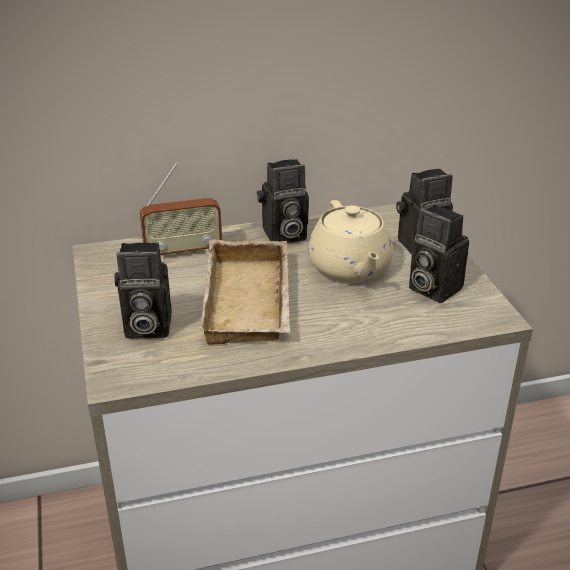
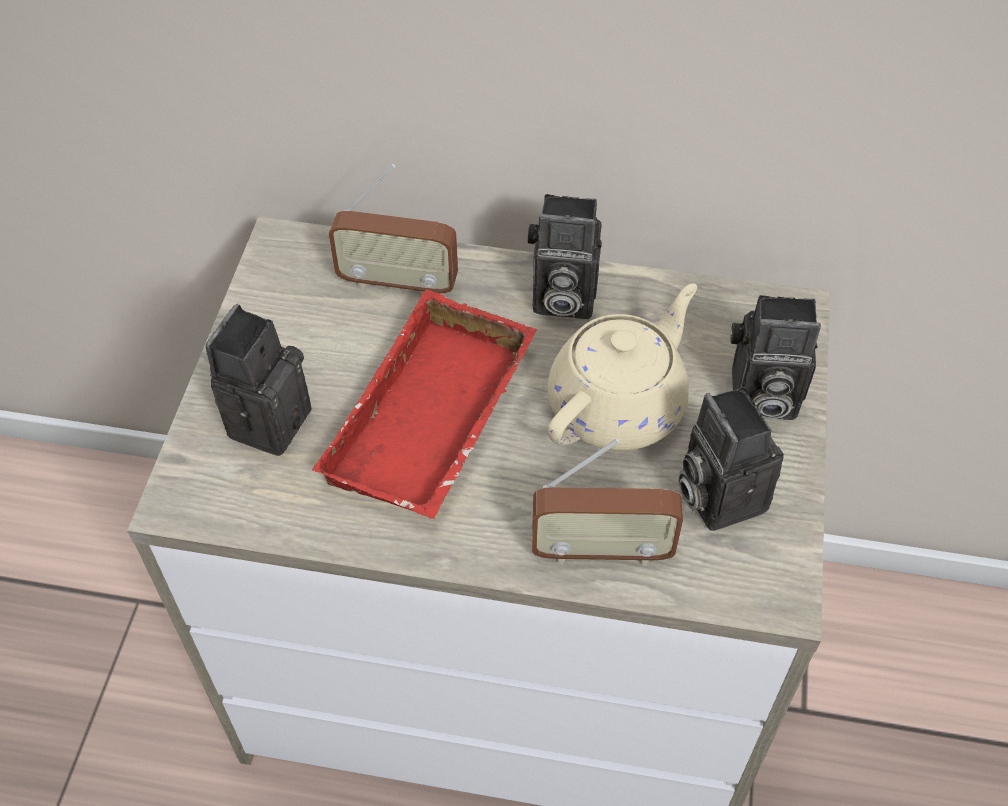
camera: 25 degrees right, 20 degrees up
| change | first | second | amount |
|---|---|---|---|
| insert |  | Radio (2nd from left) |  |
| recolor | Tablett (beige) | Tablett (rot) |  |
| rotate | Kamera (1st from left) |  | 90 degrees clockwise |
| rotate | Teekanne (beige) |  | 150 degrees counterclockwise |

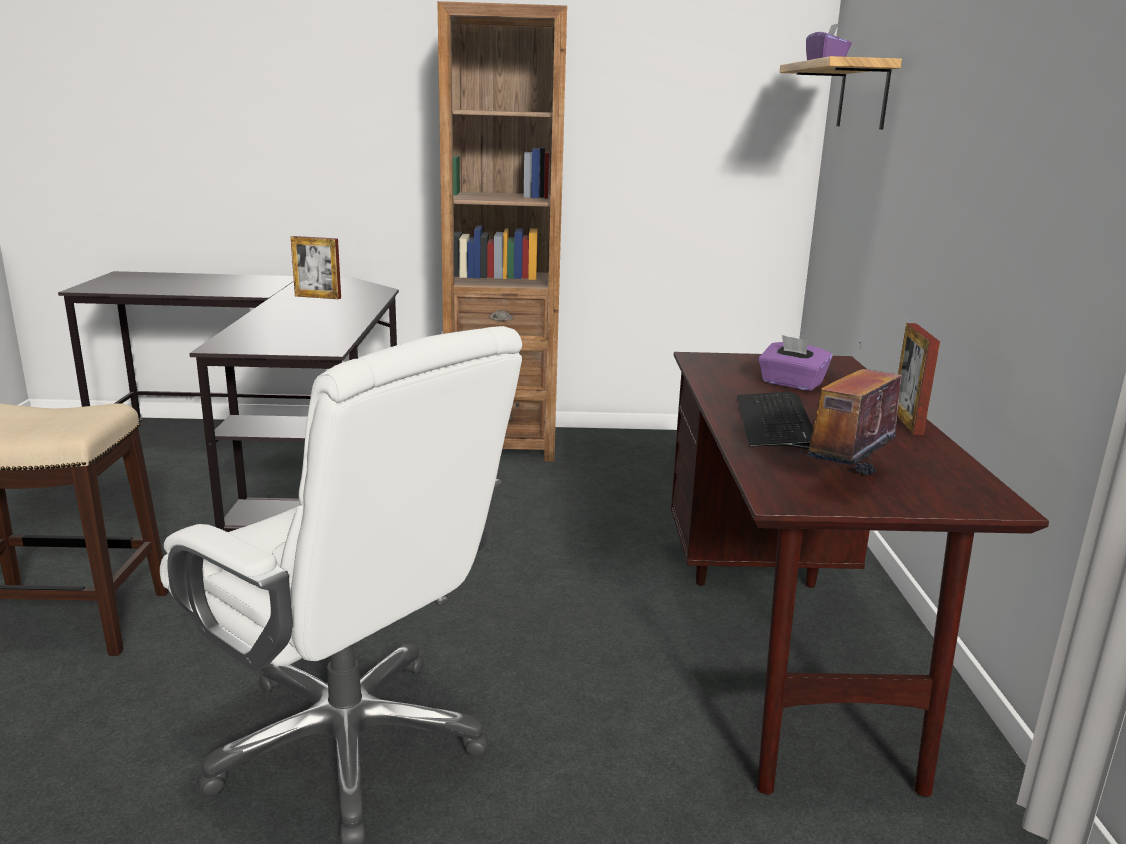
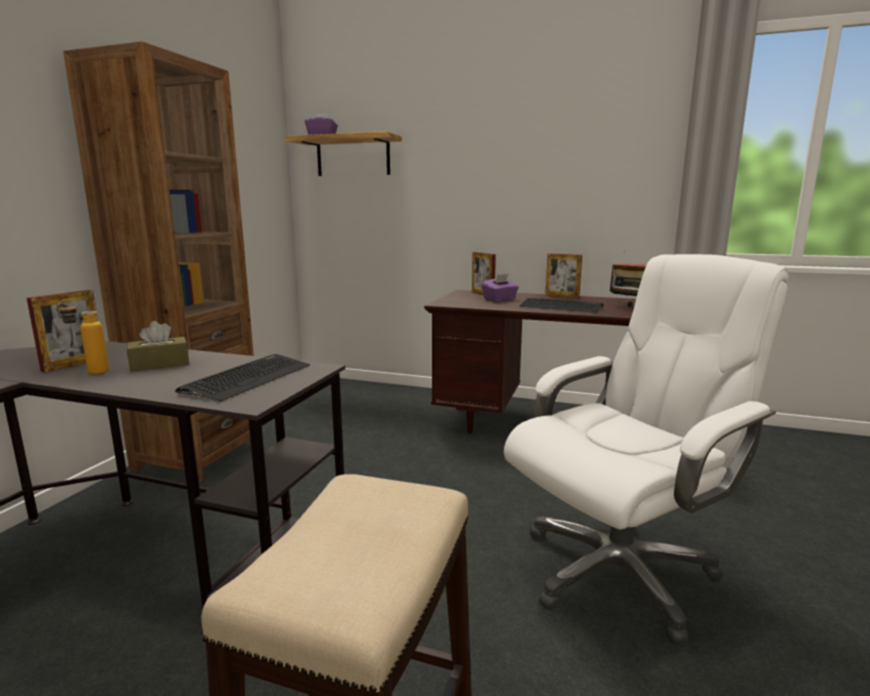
camera: 70 degrees left, 5 degrees down
| change | first | second | amount |
|---|---|---|---|
| insert |  | Flasche |  |
| insert |  | Taschentuchbox (braun) |  |
| insert |  | Tastatur (1st from left) |  |
| insert |  | Bilderrahmen (2nd from left) |  |

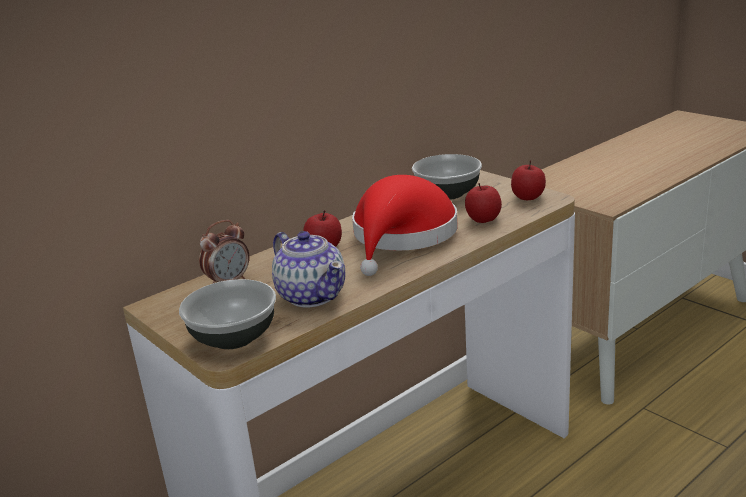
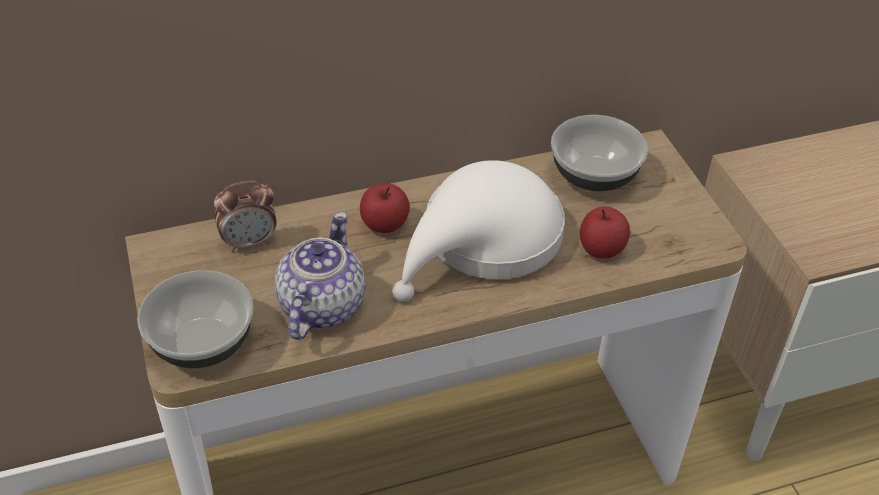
camera: 20 degrees right, 20 degrees up
| change | first | second | amount |
|---|---|---|---|
| delete | Apfel (3rd from left) |  |  |
| recolor | Hut (rot) | Hut (weiß) |  |
| rotate | Teekanne |  | 150 degrees counterclockwise |

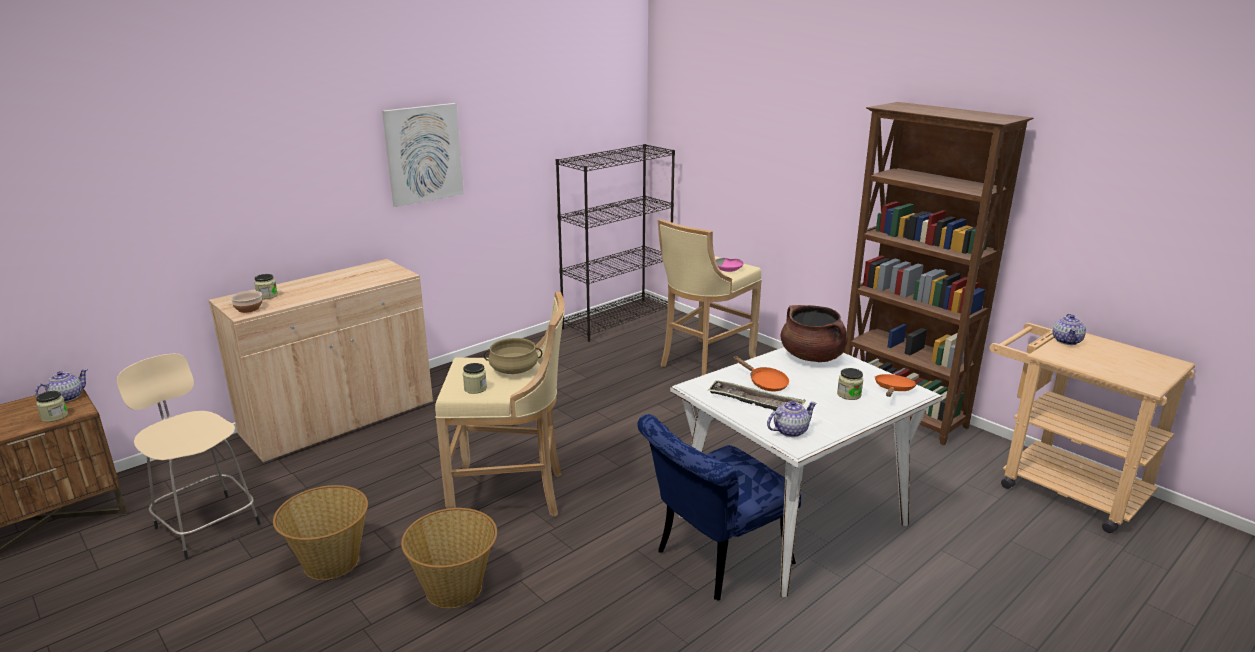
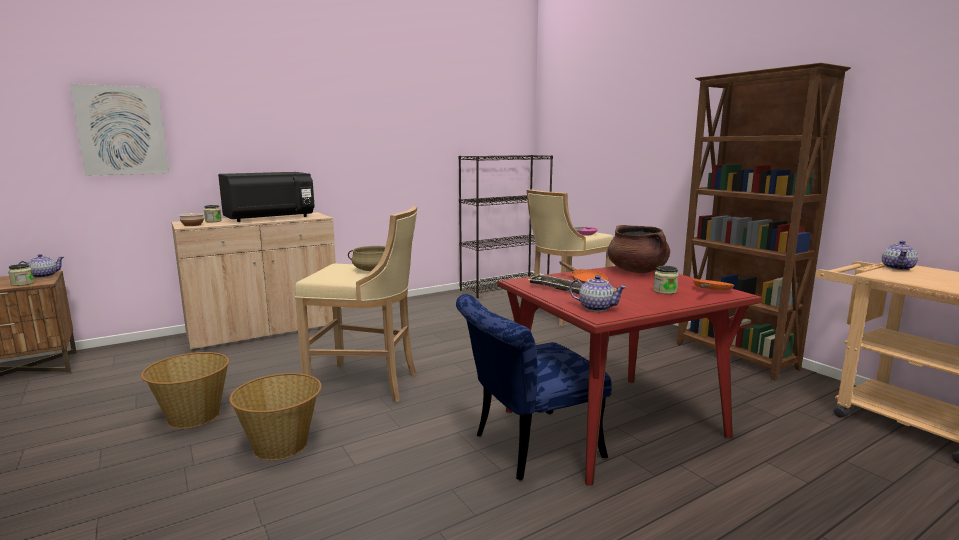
camera: 10 degrees right, 10 degrees down
| change | first | second | amount |
|---|---|---|---|
| delete | Hocker (beige) (1st from left) |  |  |
| delete | Vorratsglas (3rd from left) |  |  |
| insert |  | Mikrowelle (schwarz) |  |
| move | Bild |  |  |
| recolor | Esstisch (weiß) | Esstisch (rot) |  |
| rotate | Teekanne (2nd from left) |  | 45 degrees clockwise |

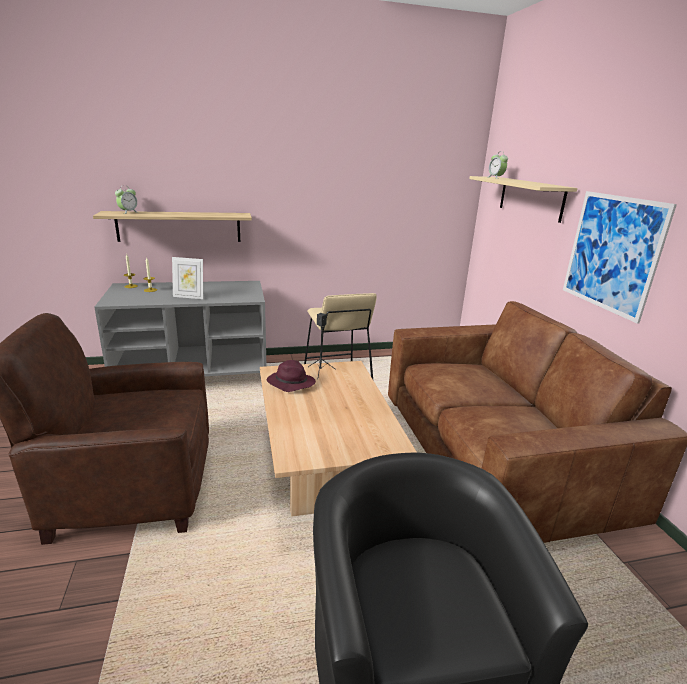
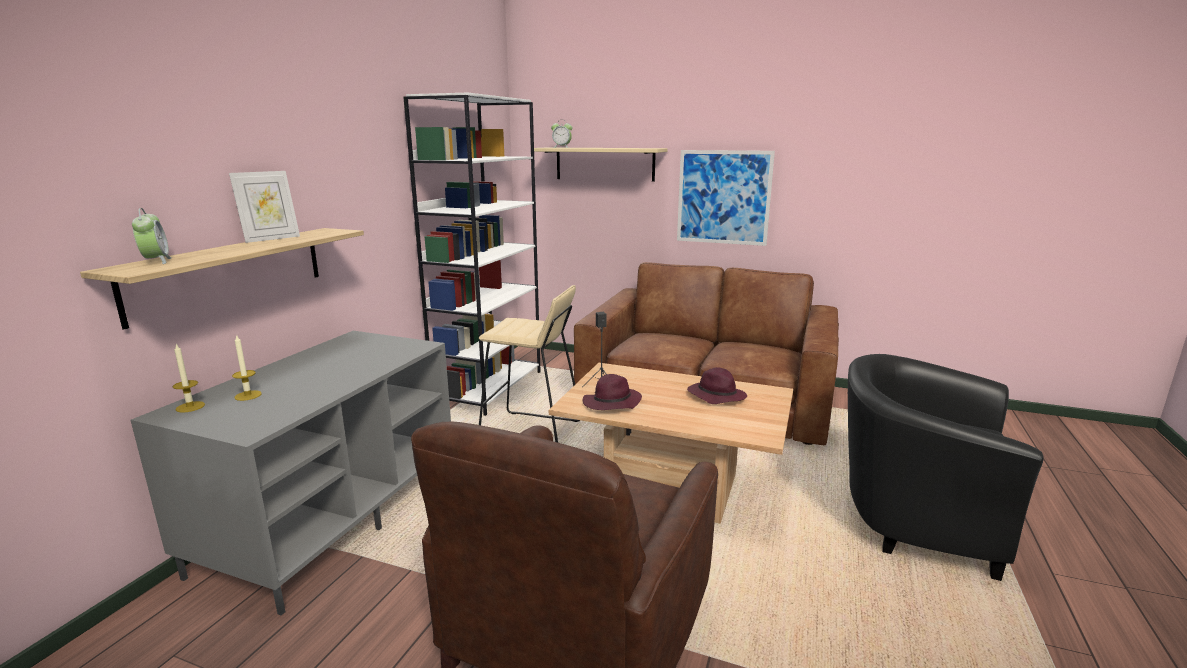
camera: 55 degrees left, 5 degrees down
| change | first | second | amount |
|---|---|---|---|
| insert |  | Bücherregal (weiß) |  |
| insert |  | Hut (lila) (2nd from left) |  |
| move | Bilderrahmen |  |  |

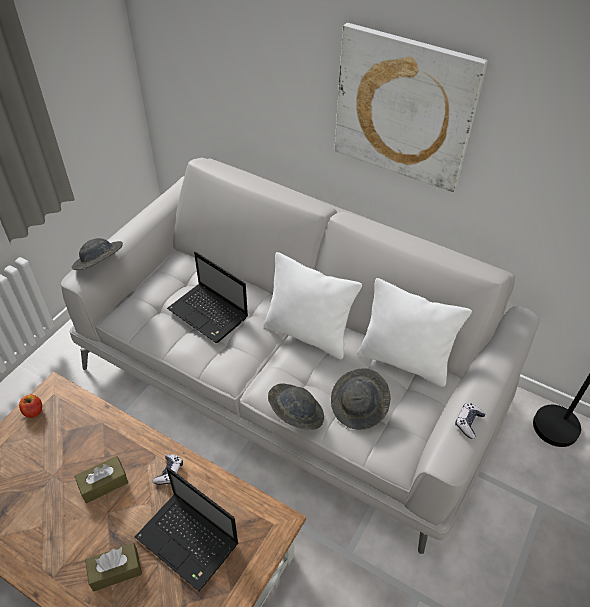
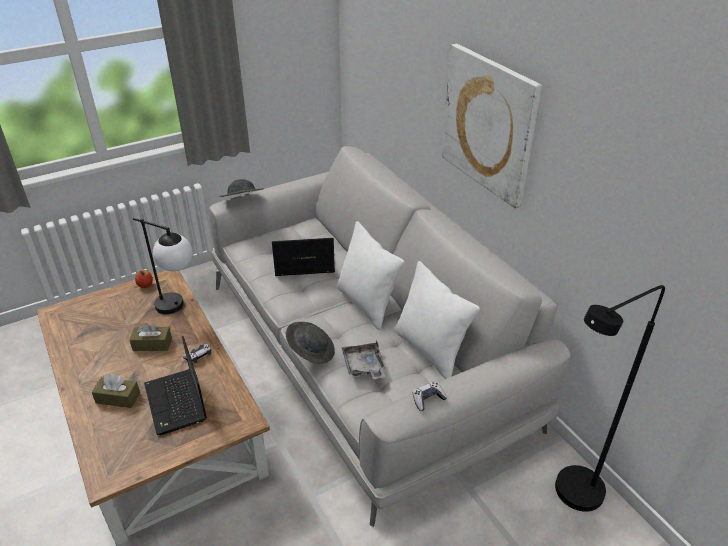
camera: 30 degrees right, 10 degrees down
| change | first | second | amount |
|---|---|---|---|
| insert |  | Tischlampe |  |
| replace | Hut (grau) (3rd from left) | Tablett (grau) |  |
| rotate | Laptop (2nd from left) |  | 105 degrees clockwise |

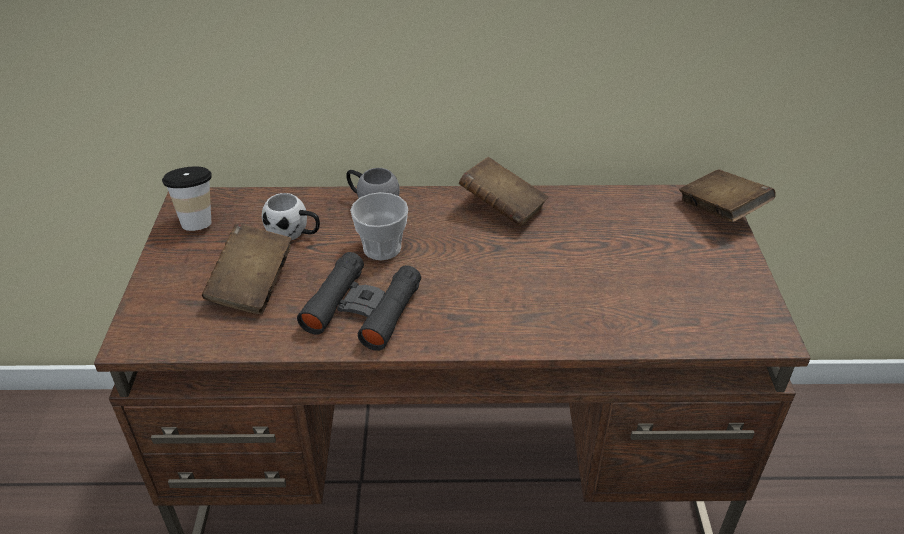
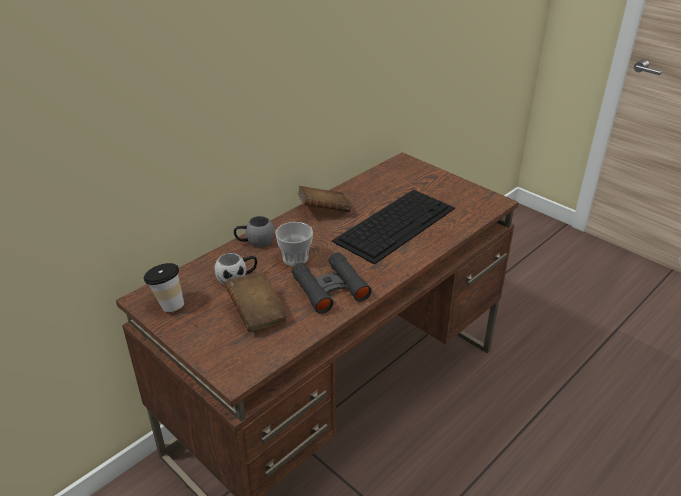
camera: 45 degrees left, 5 degrees down
| change | first | second | amount |
|---|---|---|---|
| delete | Buch (braun) (3rd from left) |  |  |
| insert |  | Tastatur |  |

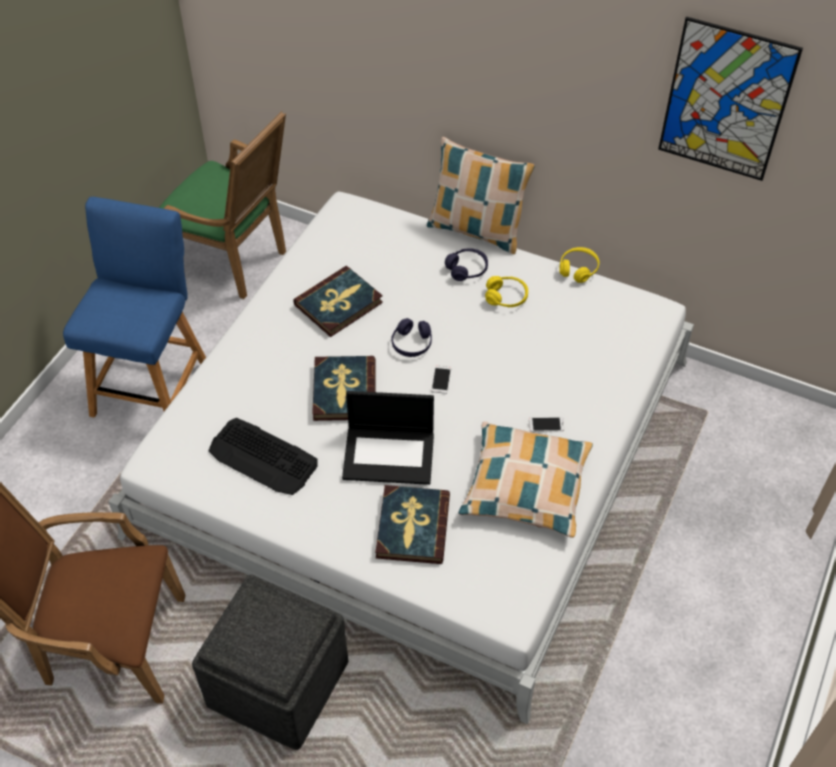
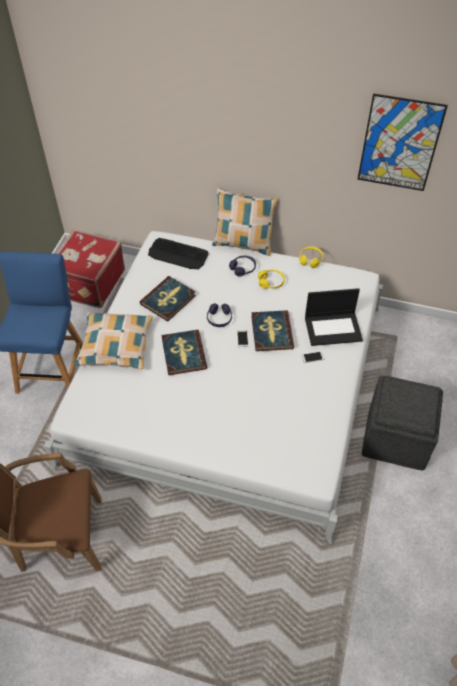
camera: 10 degrees left, 0 degrees up
| change | first | second | amount |
|---|---|---|---|
| move | Polsterhocker (grau) |  |  |
| move | Tastatur |  |  |
| move | Laptop |  |  |
| move | Buch (3rd from left) |  |  |
| move | Kissen (2nd from left in the first image) | Kissen (1st from left) |  |
| replace | Sessel (grün) | Koffer (rot) |  |

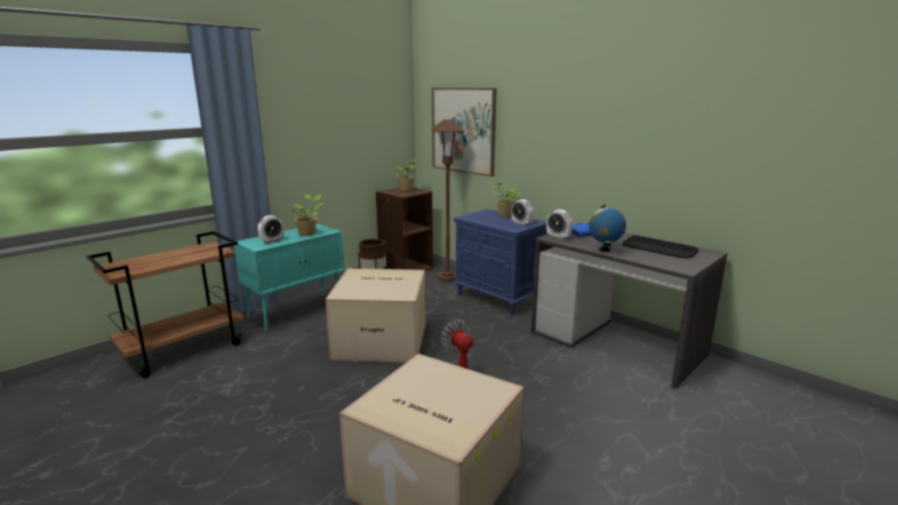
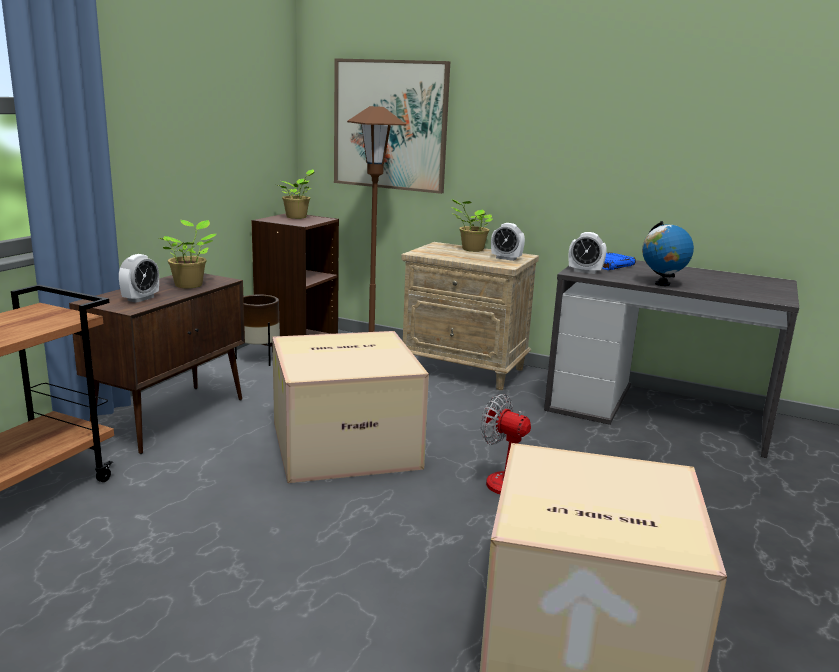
camera: 20 degrees left, 0 degrees up
| change | first | second | amount |
|---|---|---|---|
| delete | Tastatur |  |  |
| recolor | Schrank (türkis) | Schrank (braun) |  |
| recolor | Nachttisch (blau) | Nachttisch (beige) |  |

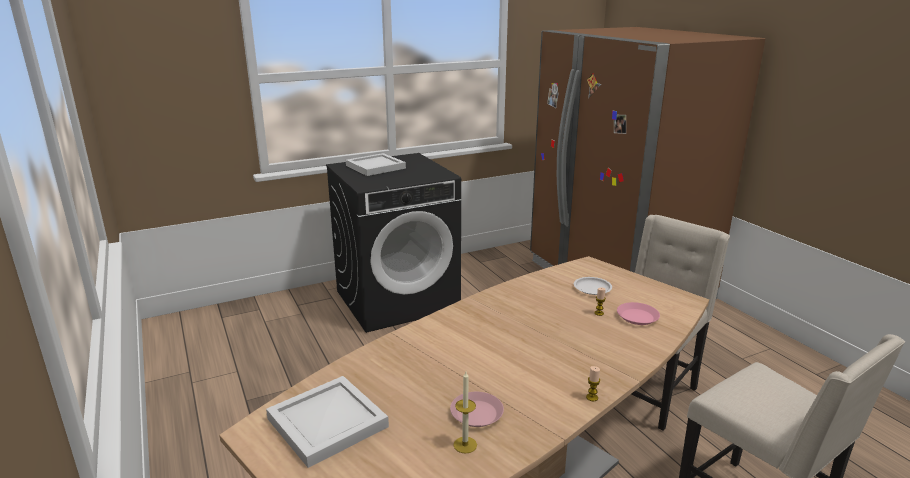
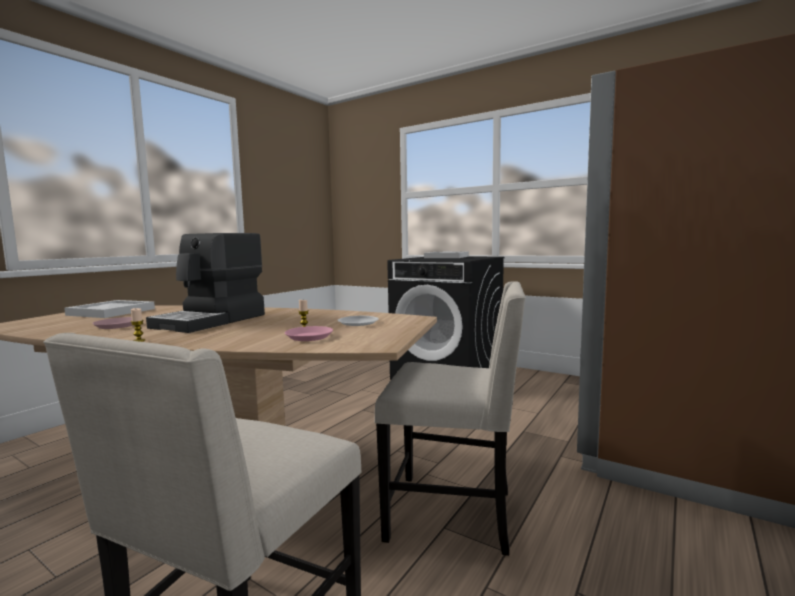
camera: 60 degrees right, 15 degrees down
| change | first | second | amount |
|---|---|---|---|
| delete | Kerze (1st from left) |  |  |
| insert |  | Kaffeemaschine |  |

